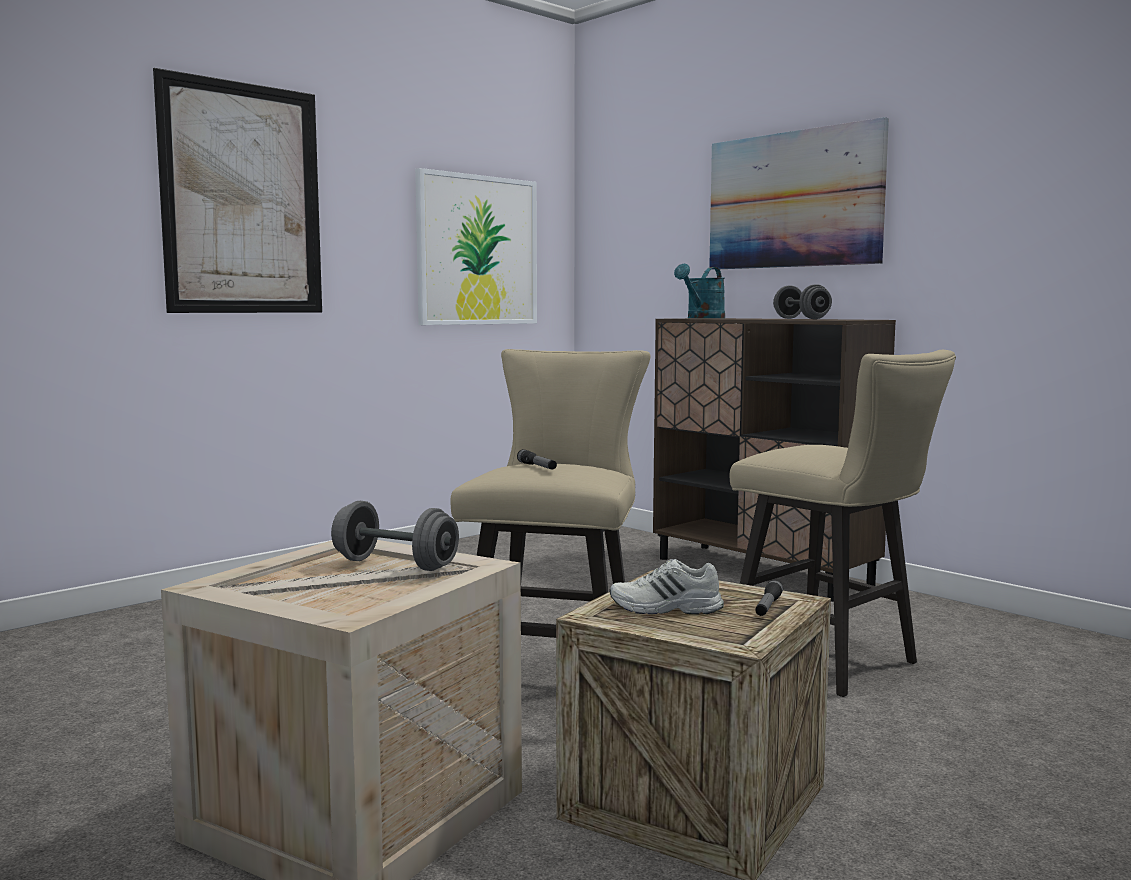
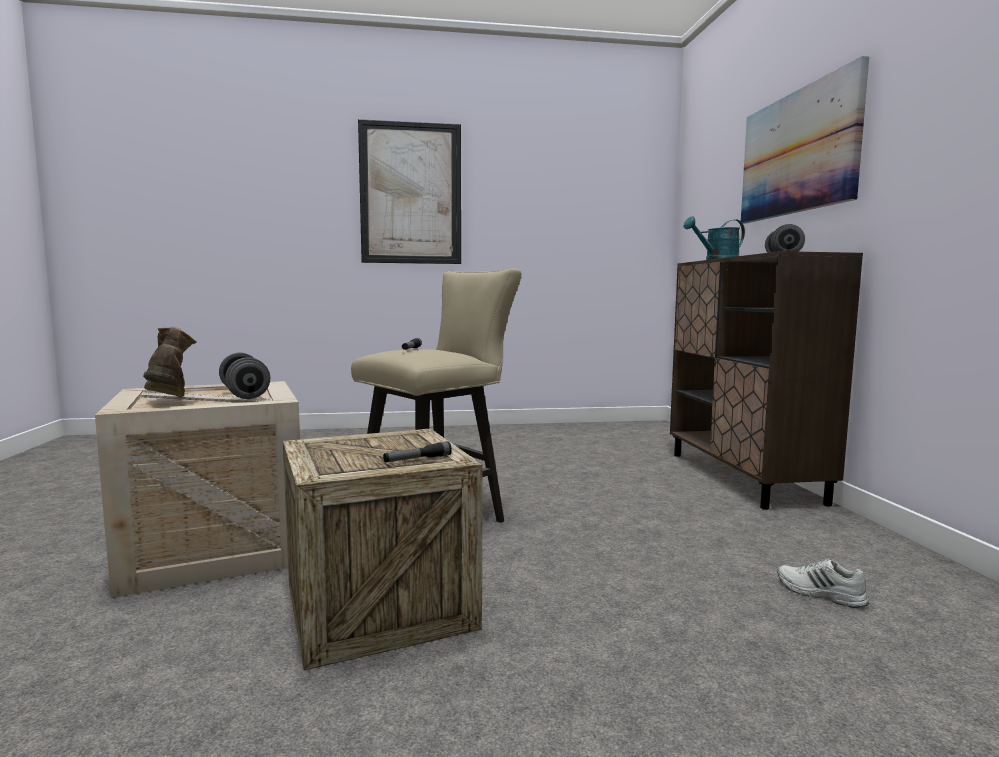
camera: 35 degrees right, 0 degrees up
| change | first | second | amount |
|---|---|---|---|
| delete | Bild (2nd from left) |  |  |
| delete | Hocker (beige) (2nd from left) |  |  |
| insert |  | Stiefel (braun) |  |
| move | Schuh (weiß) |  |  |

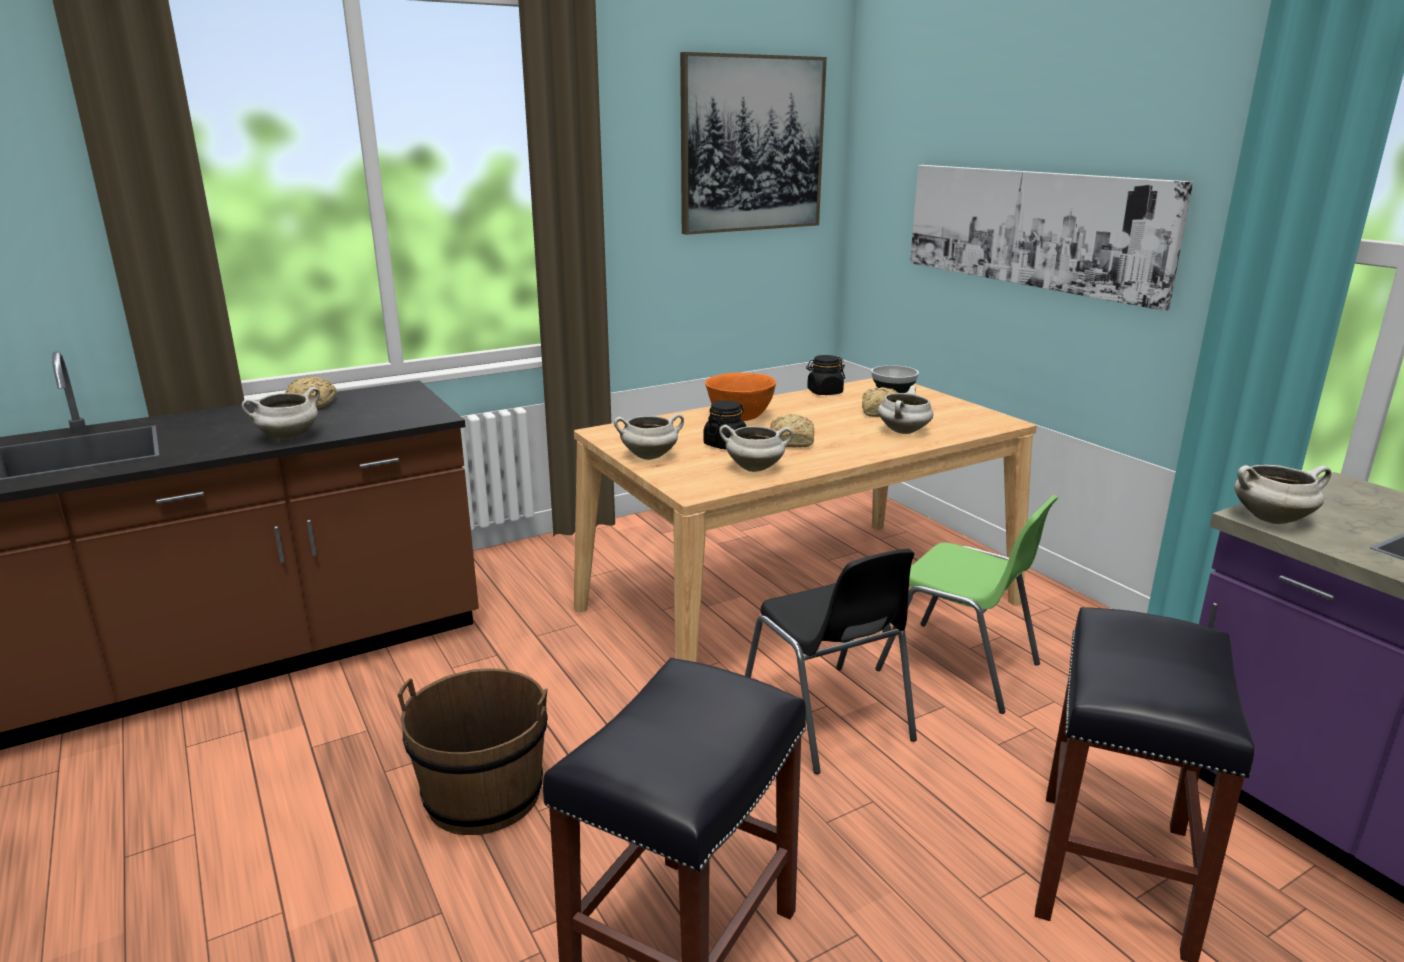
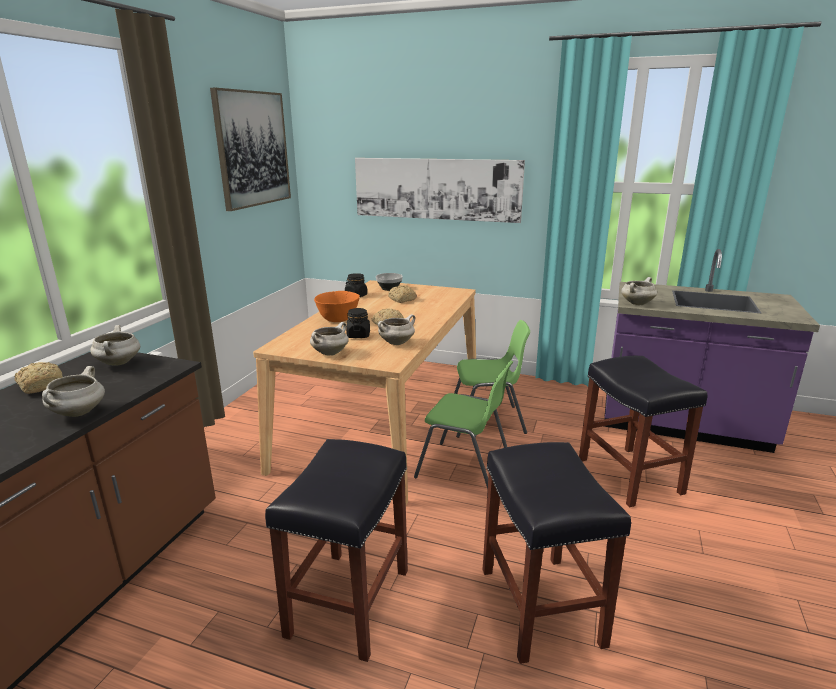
camera: 40 degrees left, 0 degrees up
| change | first | second | amount |
|---|---|---|---|
| move | Kochtopf (weiß) (4th from left in the first image) | Kochtopf (weiß) (2nd from left) |  |
| replace | Eimer (braun) | Hocker (schwarz) (1st from left) |  |
| recolor | Stuhl (schwarz) | Stuhl (grün) (1st from left) |  |

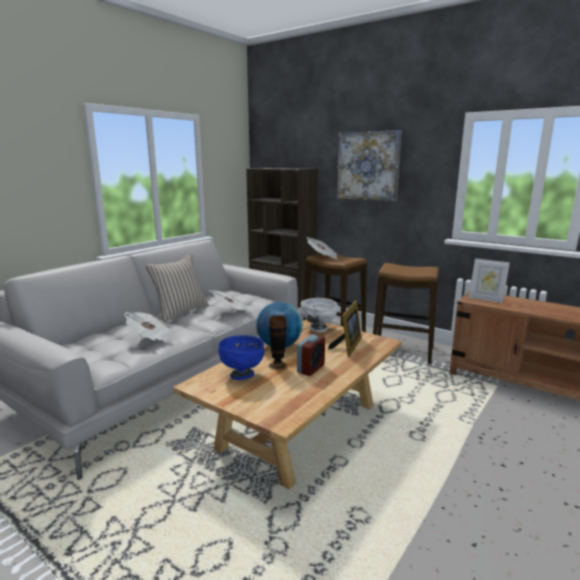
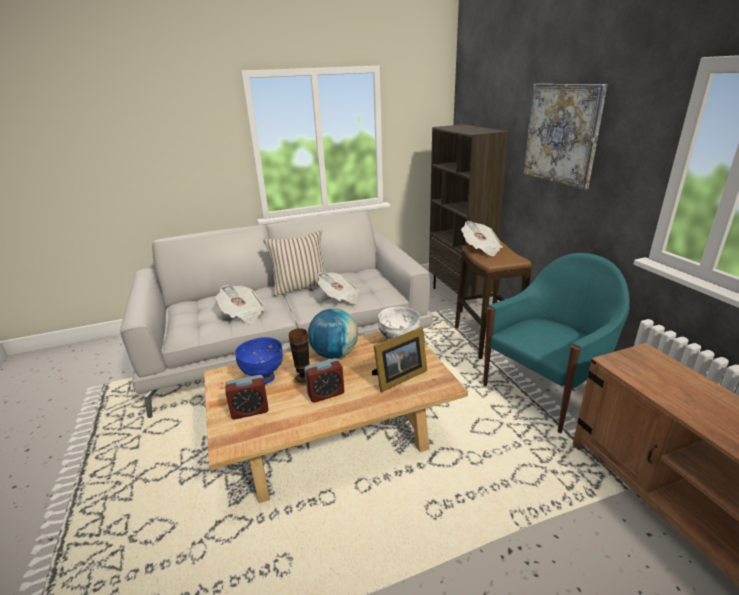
camera: 35 degrees right, 10 degrees up
| change | first | second | amount |
|---|---|---|---|
| delete | Bilderrahmen (2nd from left) |  |  |
| insert |  | Wecker (1st from left) |  |
| replace | Hocker (2nd from left) | Sessel (türkis) |  |

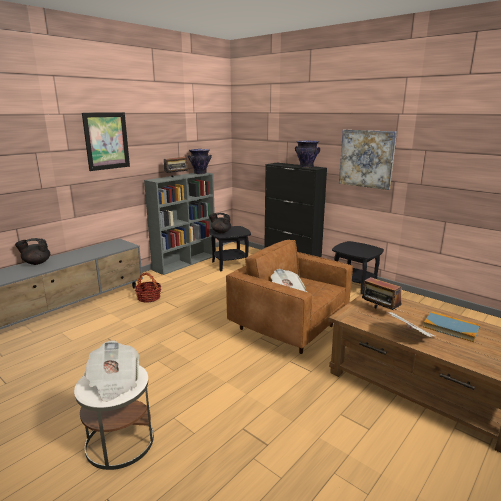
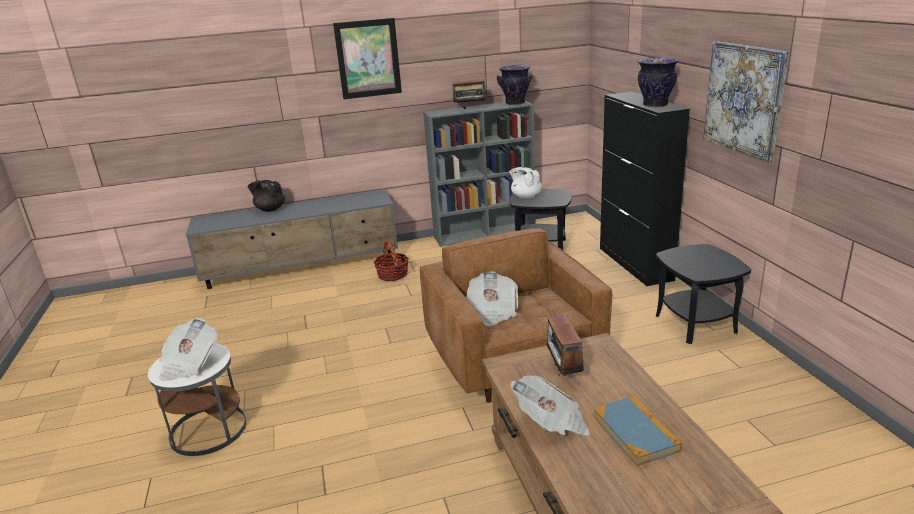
camera: 35 degrees right, 5 degrees up
| change | first | second | amount |
|---|---|---|---|
| recolor | Teekanne (schwarz) (2nd from left) | Teekanne (weiß) |  |

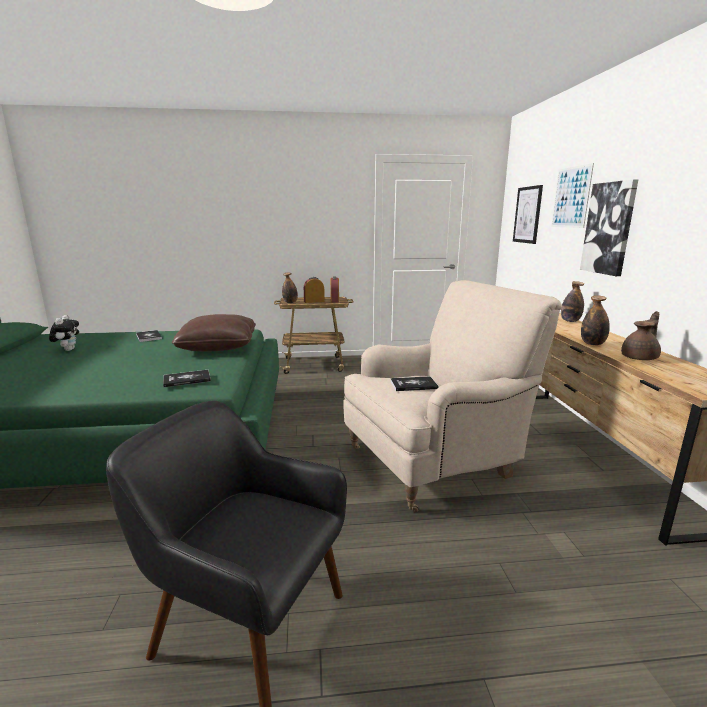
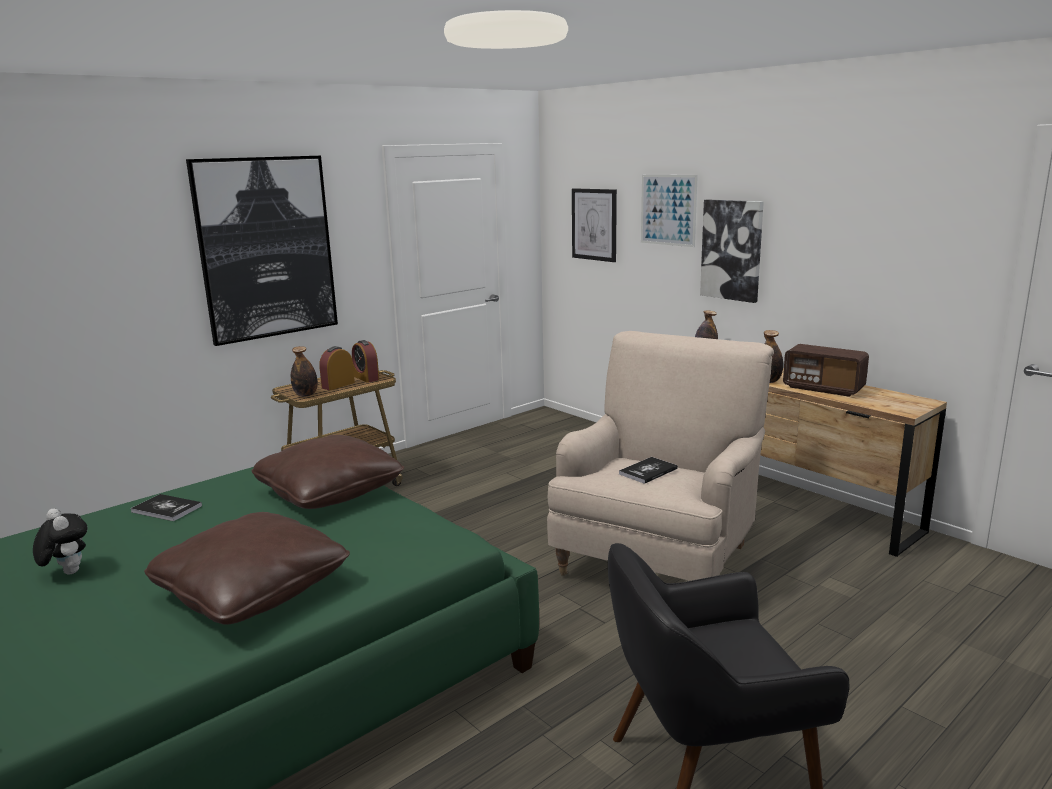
camera: 35 degrees left, 0 degrees up
| change | first | second | amount |
|---|---|---|---|
| delete | Buch (2nd from left) |  |  |
| insert |  | Kissen (braun) (1st from left) |  |
| insert |  | Bild (1st from left) |  |
| replace | Teekanne (braun) | Radio |  |

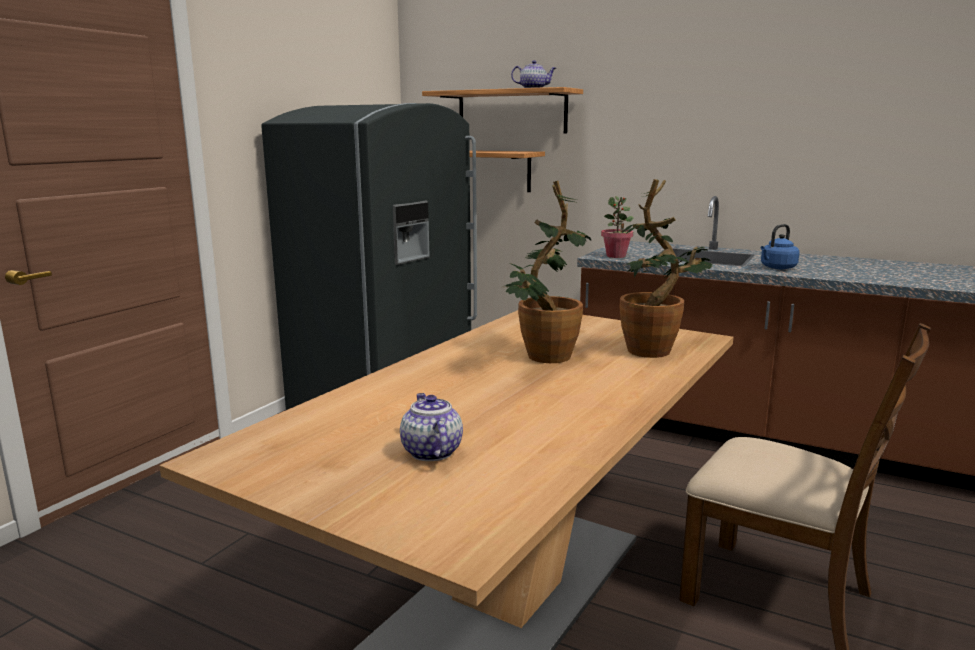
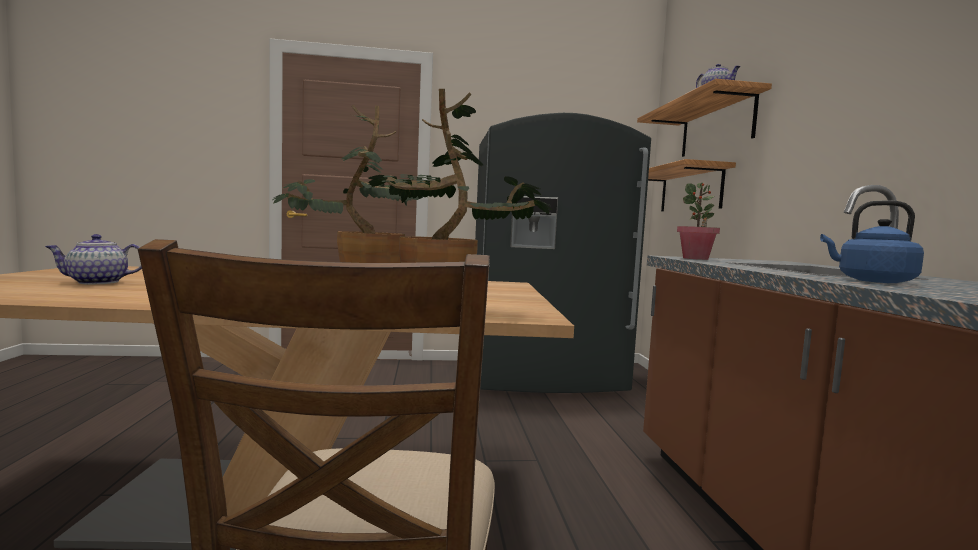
camera: 55 degrees right, 10 degrees down
| change | first | second | amount |
|---|---|---|---|
| rotate | Teekanne (1st from left) |  | 150 degrees counterclockwise |

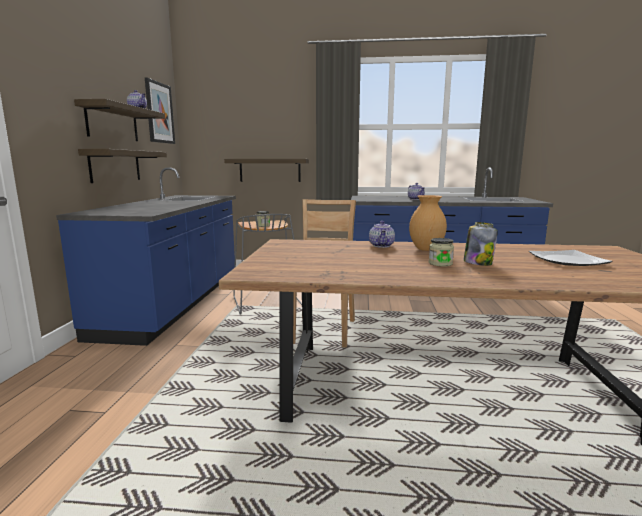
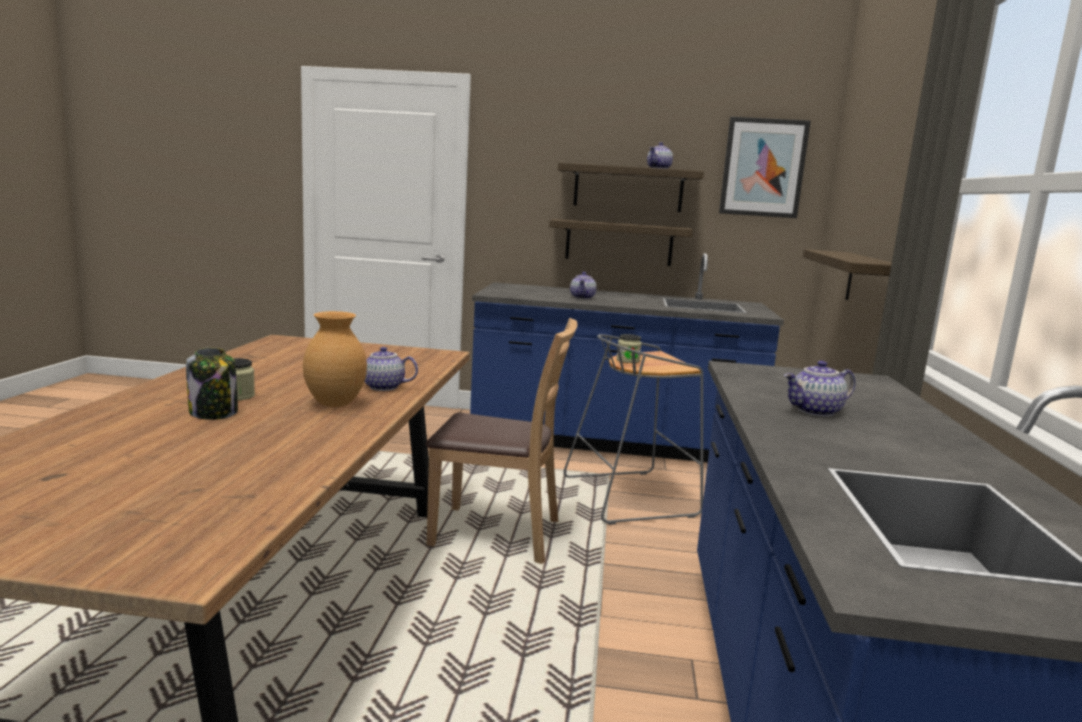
camera: 90 degrees right, 0 degrees up
| change | first | second | amount |
|---|---|---|---|
| delete | Teller |  |  |
| insert |  | Teekanne (2nd from left) |  |

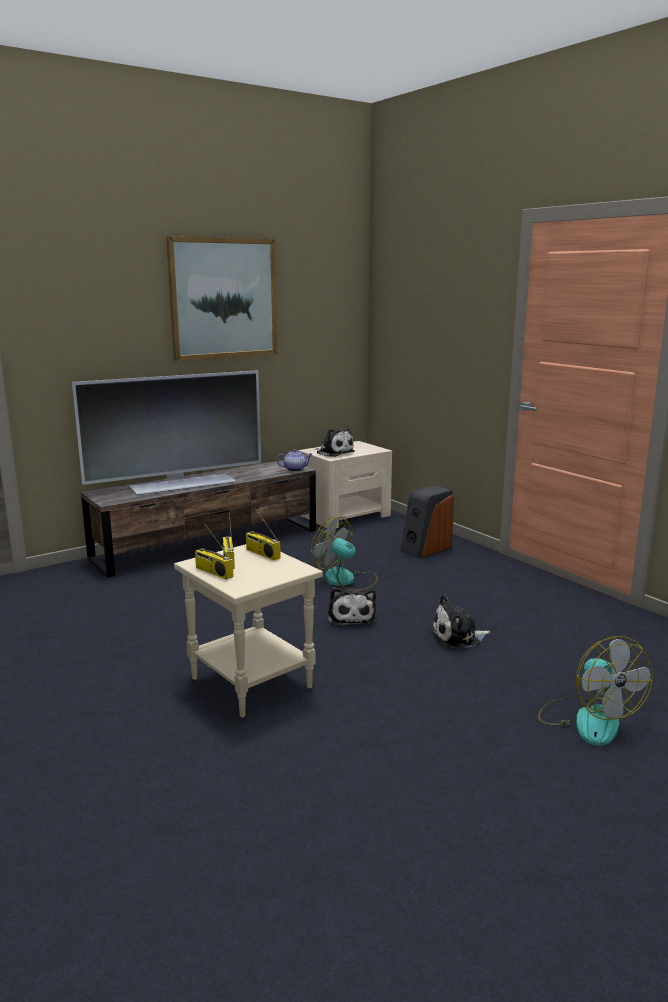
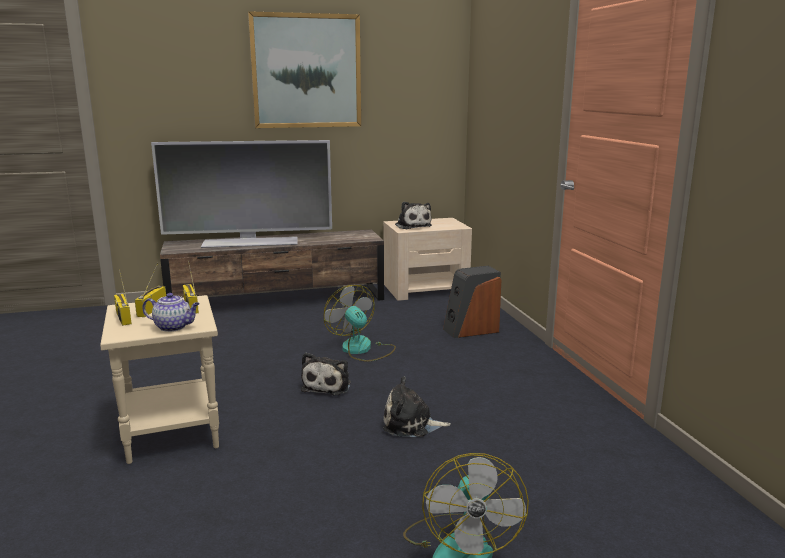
camera: 20 degrees right, 0 degrees up
| change | first | second | amount |
|---|---|---|---|
| move | Teekanne |  |  |

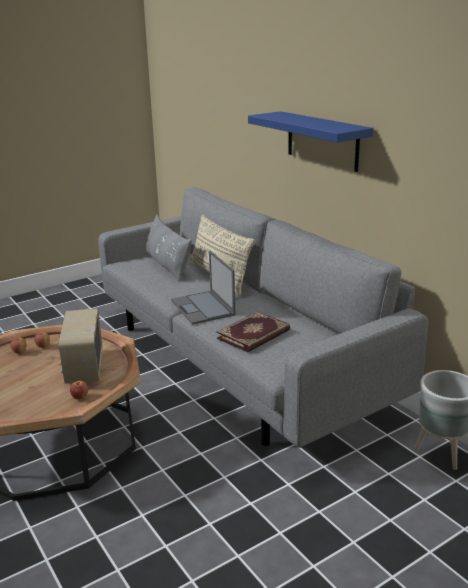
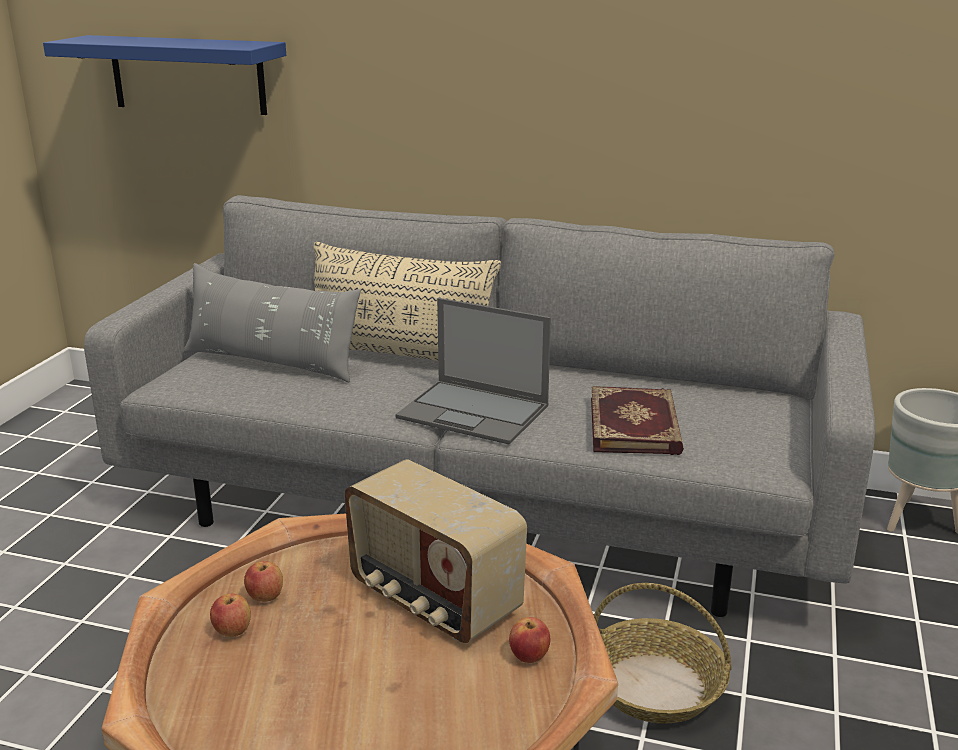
camera: 40 degrees left, 0 degrees up
| change | first | second | amount |
|---|---|---|---|
| insert |  | Korb |  |
| move | Wandregal (blau) |  |  |

